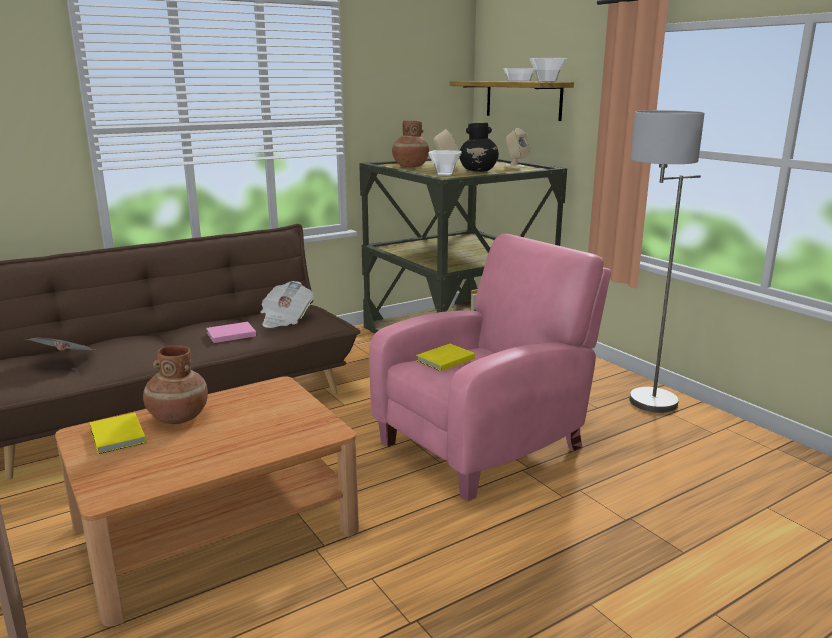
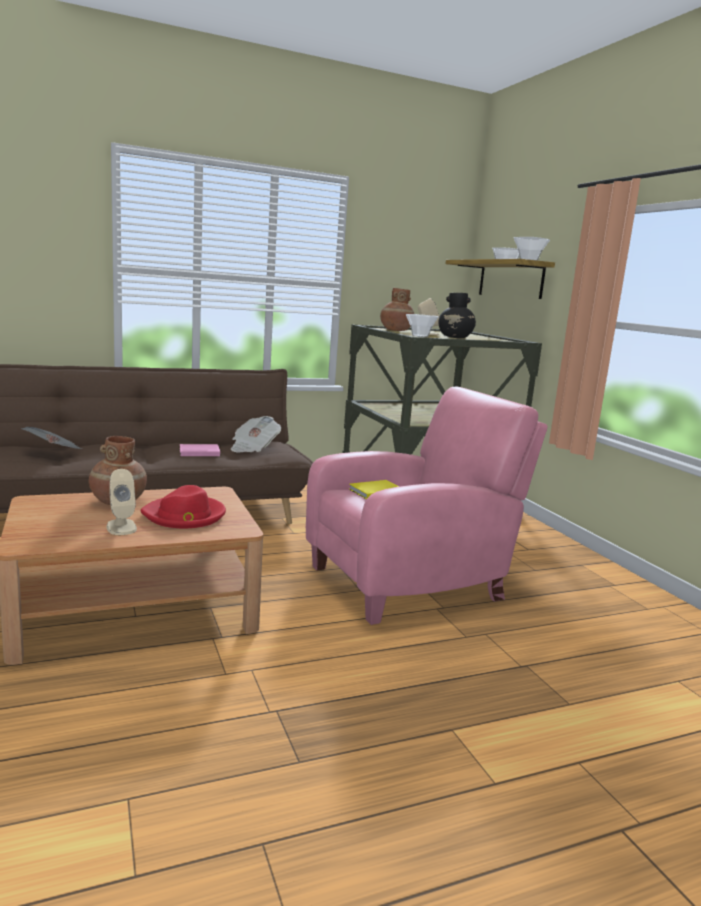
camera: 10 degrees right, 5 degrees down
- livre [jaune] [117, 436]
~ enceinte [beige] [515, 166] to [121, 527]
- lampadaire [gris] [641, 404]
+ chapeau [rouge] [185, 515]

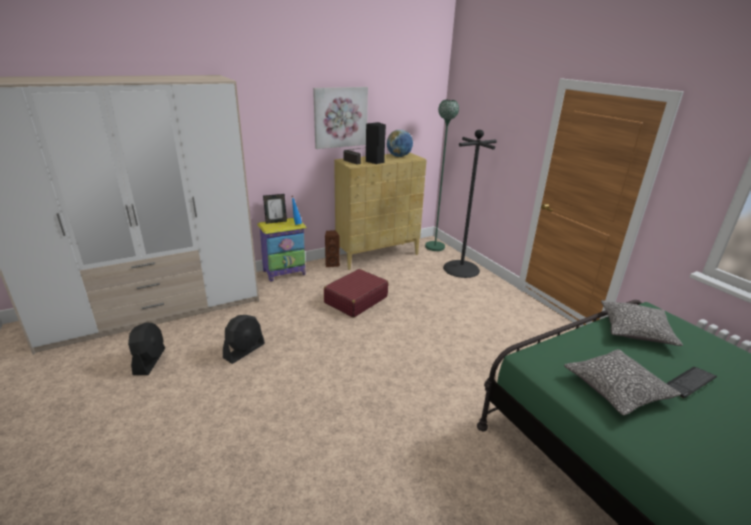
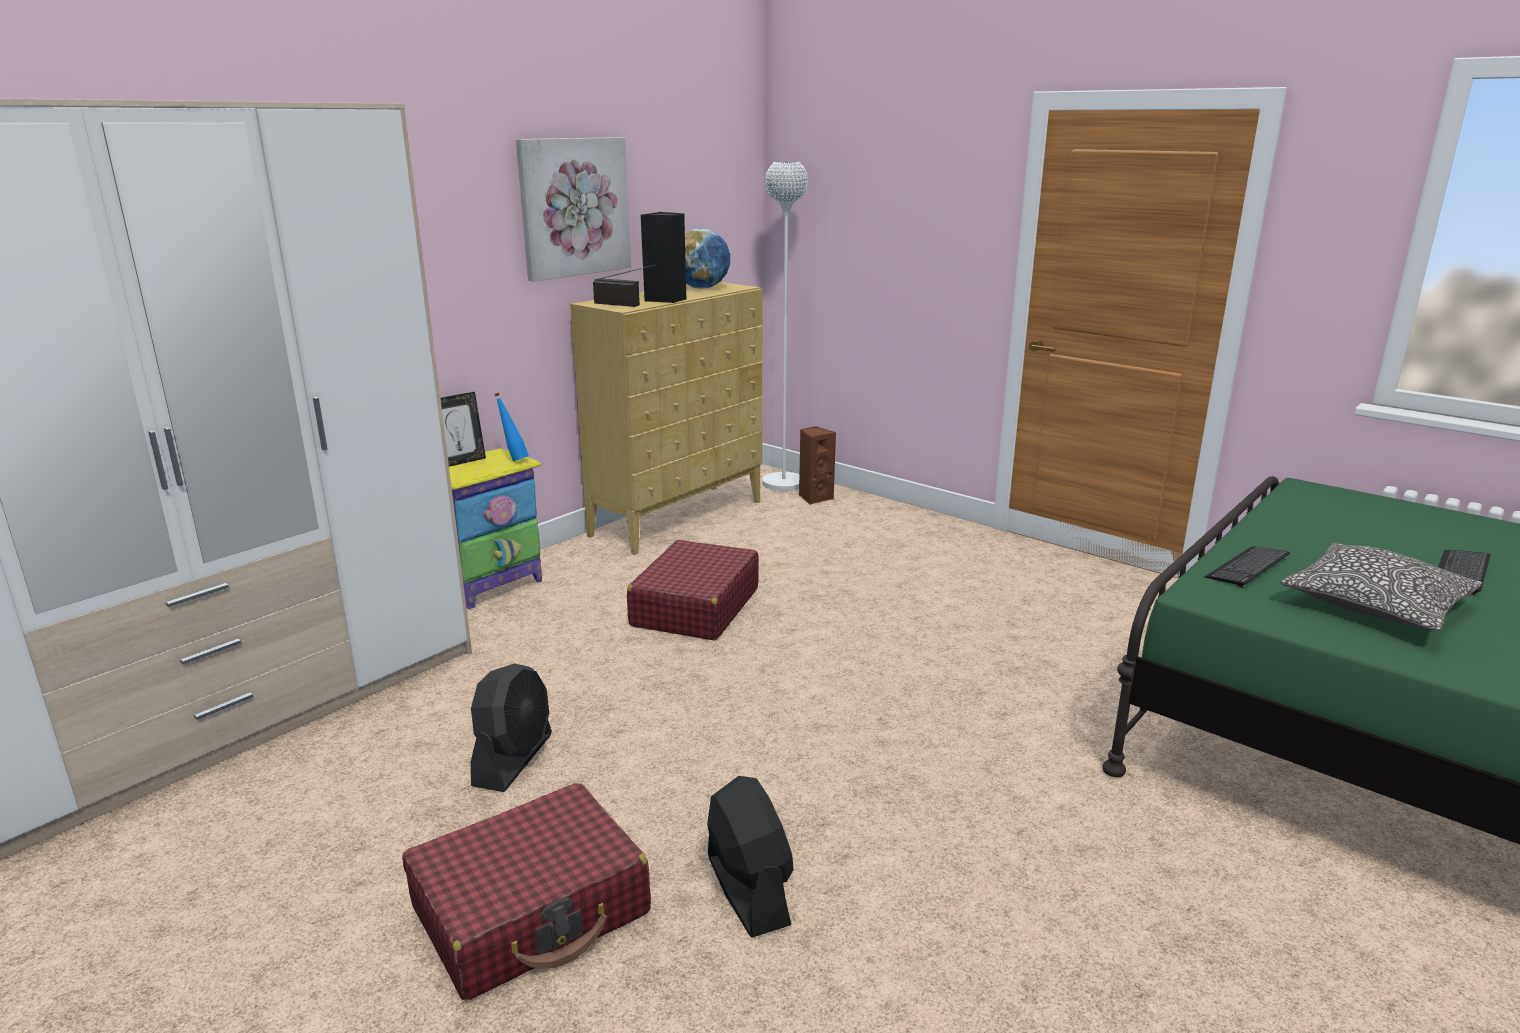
camera: 20 degrees left, 5 degrees down
~ ventilateur [noir] [150, 361] to [747, 889]
~ enceinte [marron] [332, 264] to [814, 498]
~ lampadaire [vert] [435, 247] to lampadaire [blanc] [784, 483]
- portant [noir] [461, 269]
- coussin [635, 330]
+ valise [rouge] [532, 910]
+ clavier [1247, 568]

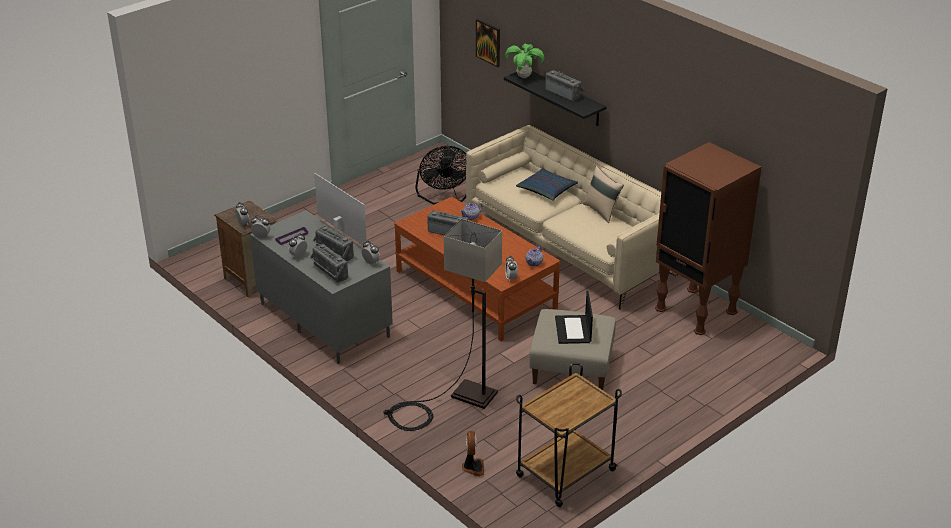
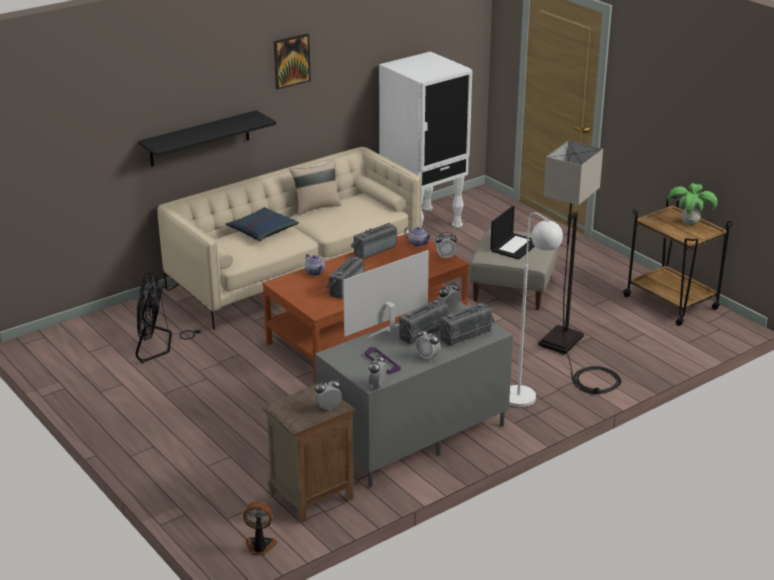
camera: 85 degrees left, 5 degrees down
~ ventilateur [472, 467] to [260, 547]
~ tableau [488, 42] to [291, 61]
~ plante en pot [523, 77] to [690, 223]
~ radio [564, 93] to [373, 250]
~ ordinateur portable [573, 330] = [515, 246] 60 degrees counterclockwise
~ meuble de rangement [marron] [695, 311] to meuble de rangement [blanc] [424, 223]
+ lampadaire [blanc] [525, 403]

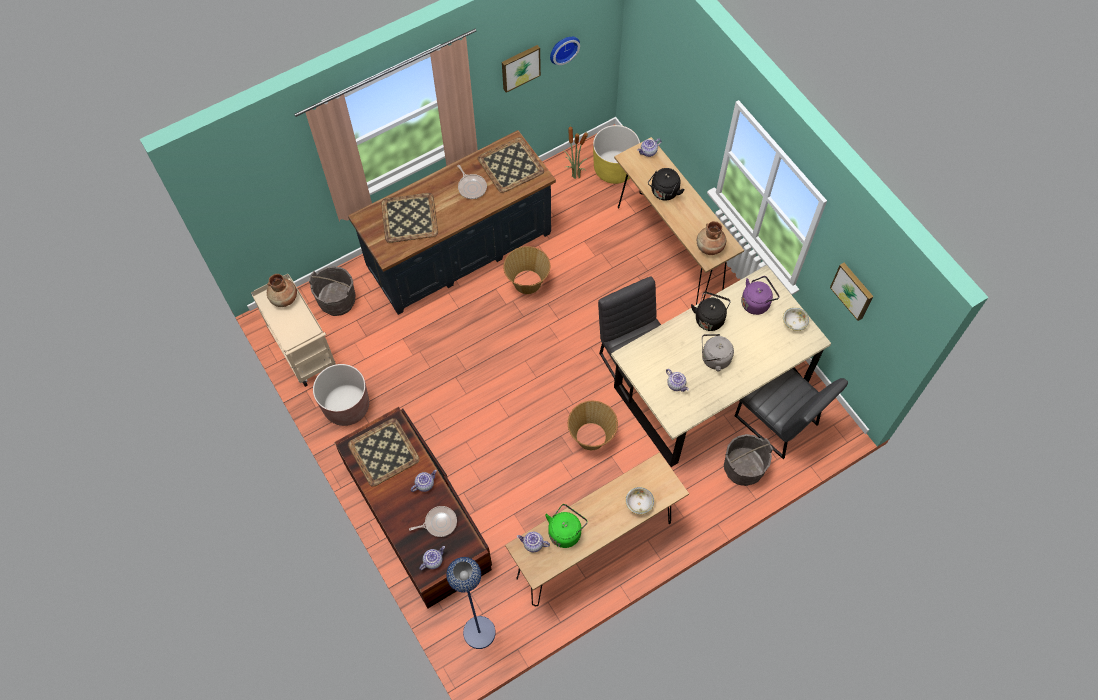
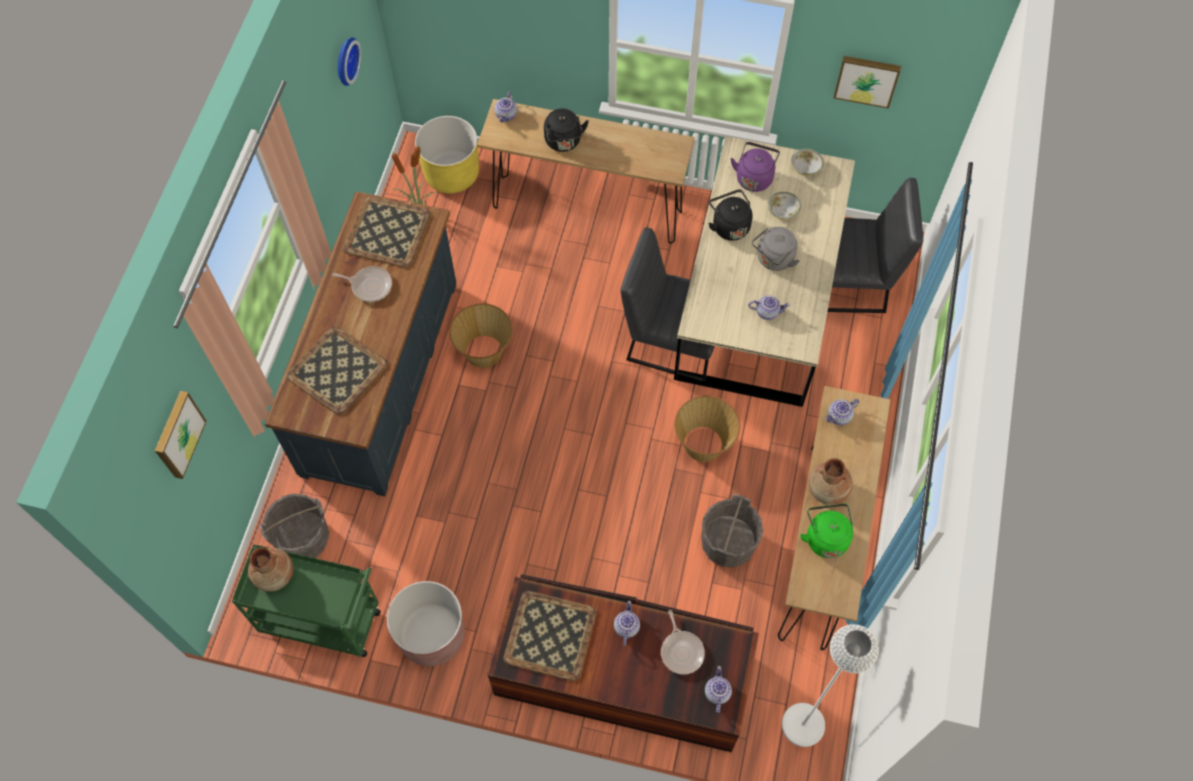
camera: 45 degrees left, 0 degrees up
~ chariot [beige] [305, 353] to chariot [vert] [326, 623]
~ poêle [439, 523] = [681, 651] 135 degrees clockwise
~ lampadaire [bleu] [479, 632] to lampadaire [blanc] [802, 724]
~ tableau [520, 67] to [177, 434]
~ théière [533, 544] to [839, 417]
~ bol [639, 503] to [783, 211]
~ vase [marron] [709, 247] to [827, 490]
~ seau [gris] [743, 468] to [727, 544]

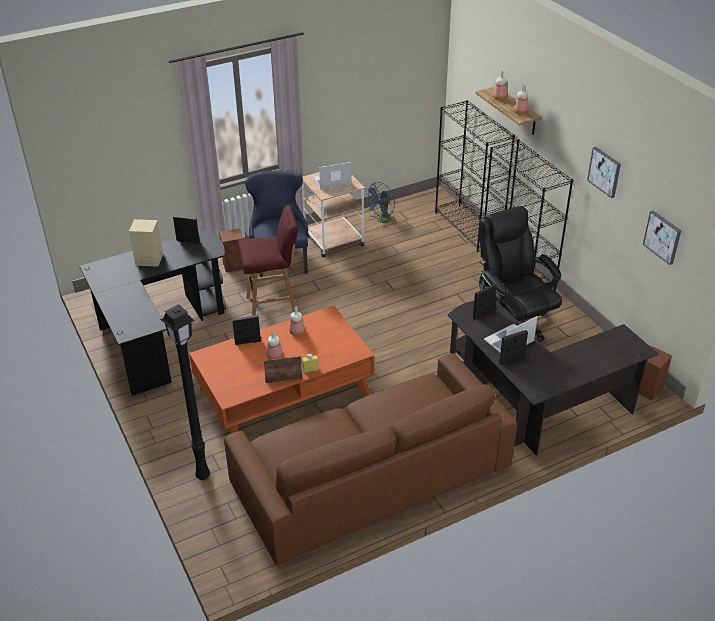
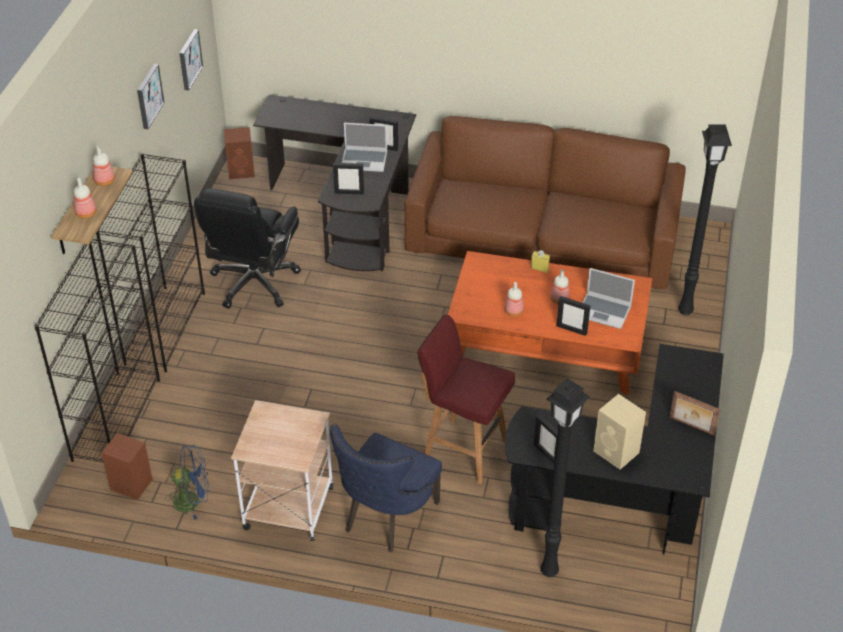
camera: 140 degrees left, 5 degrees up
~ enceinte [marron] [235, 265] to [130, 484]
~ cadre photo [283, 380] to [691, 426]
~ ordinateur portable [332, 182] to [604, 311]
+ lampadaire [noir] [549, 572]

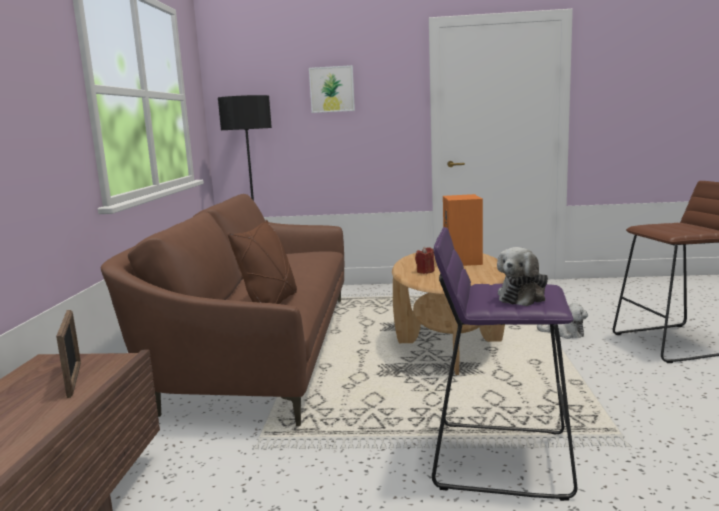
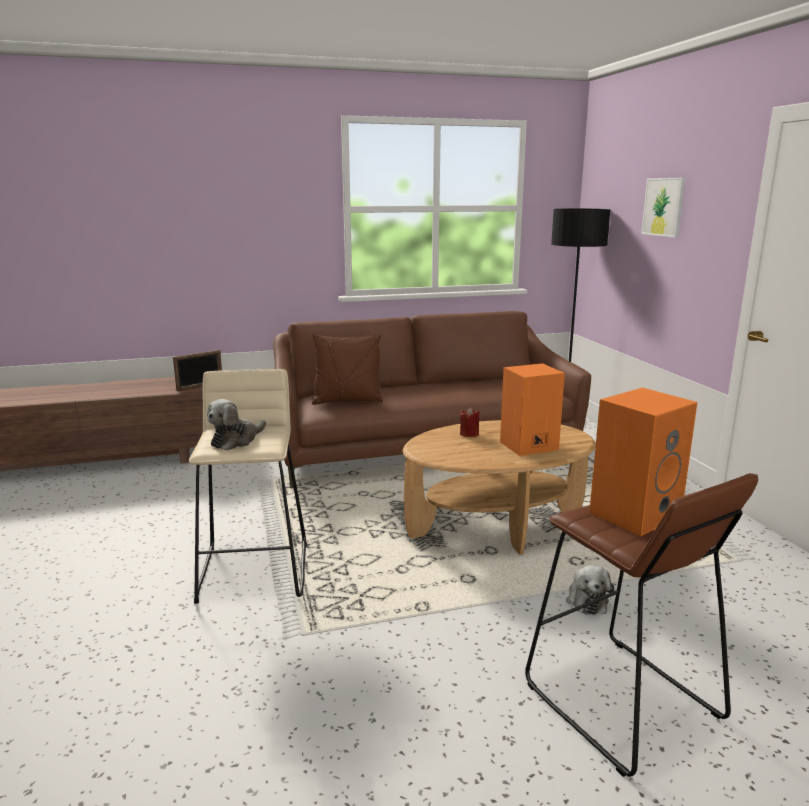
camera: 70 degrees right, 5 degrees up
~ tabouret [violet] [500, 458] to tabouret [beige] [255, 571]
~ peluche [523, 296] = [236, 440] 75 degrees counterclockwise
+ enceinte [orange] [634, 513]

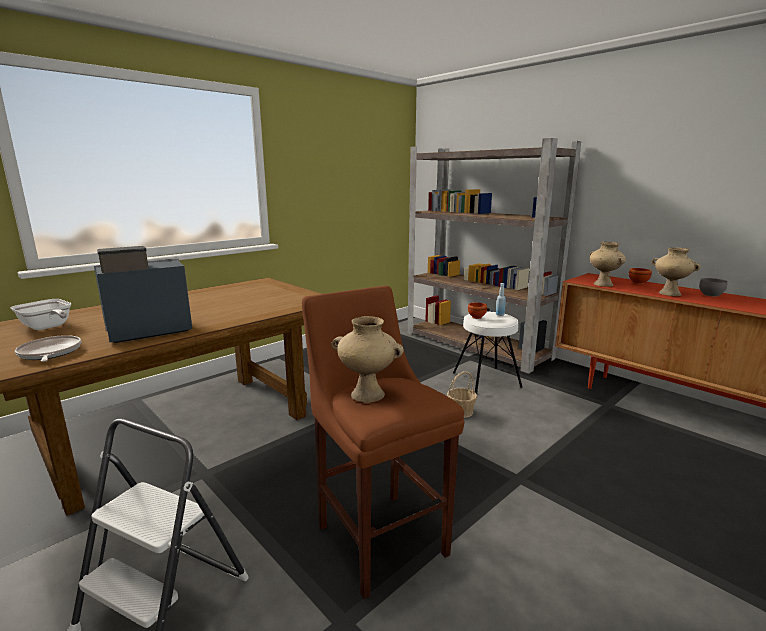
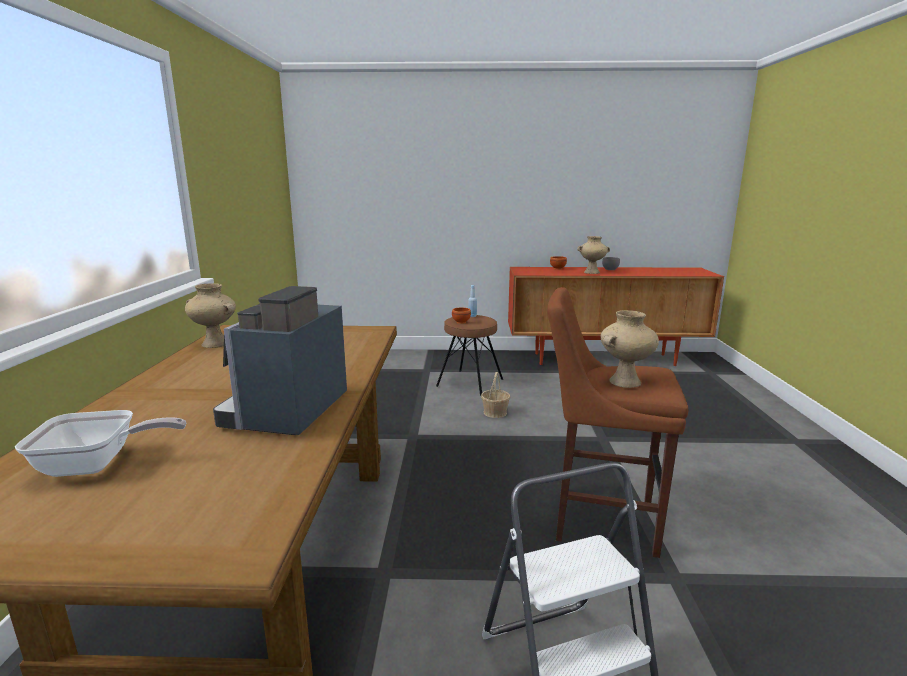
camera: 45 degrees left, 0 degrees up
- poêle [49, 353]
- bibliothèque [marron] [476, 345]
~ tabouret [blanc] [486, 380] to tabouret [marron] [470, 382]
~ vase [beige] [604, 284] to [216, 344]

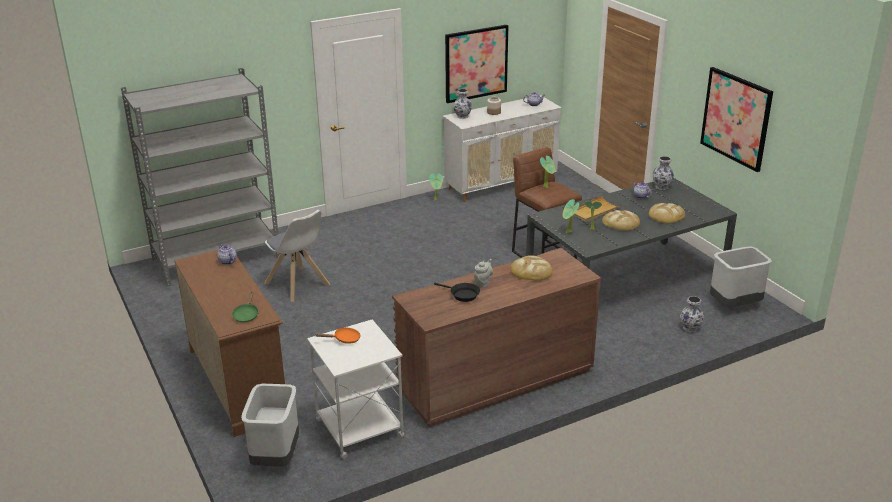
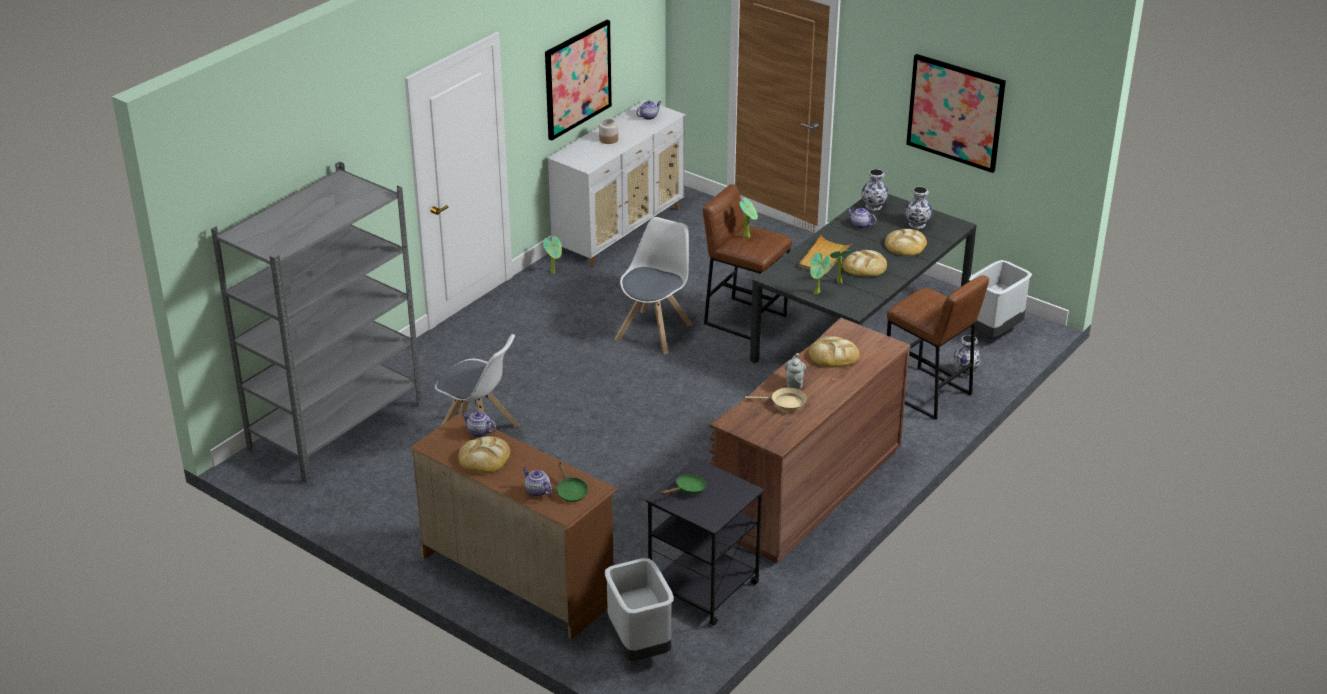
camera: 25 degrees left, 5 degrees up
~ chariot [blanc] [358, 429] to chariot [noir] [702, 588]
~ poêle [orange] [344, 339] to poêle [vert] [688, 489]
~ poêle [noir] [462, 295] to poêle [beige] [785, 403]
~ vase [462, 116] to [916, 224]
+ pain [484, 458]
+ théière [537, 491]
+ chaise [655, 330]
+ tabouret [marron] [928, 394]

